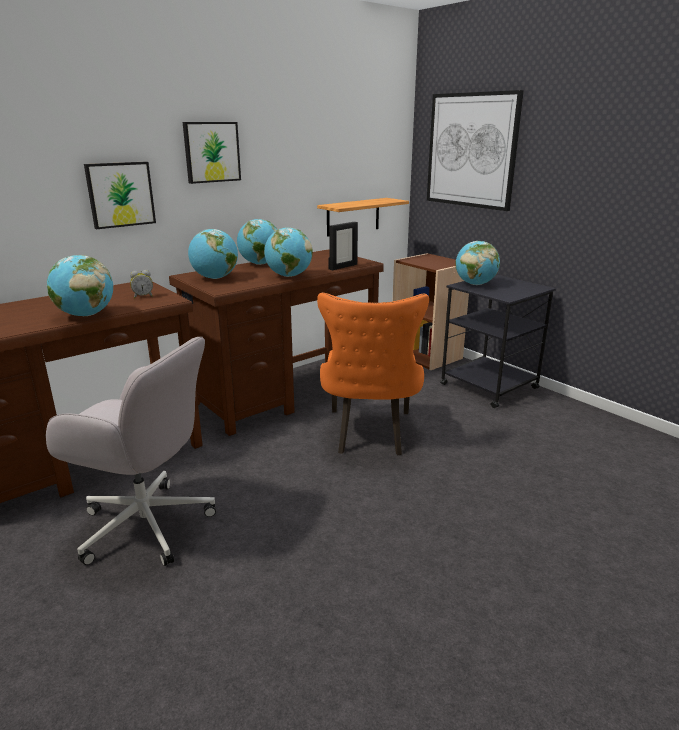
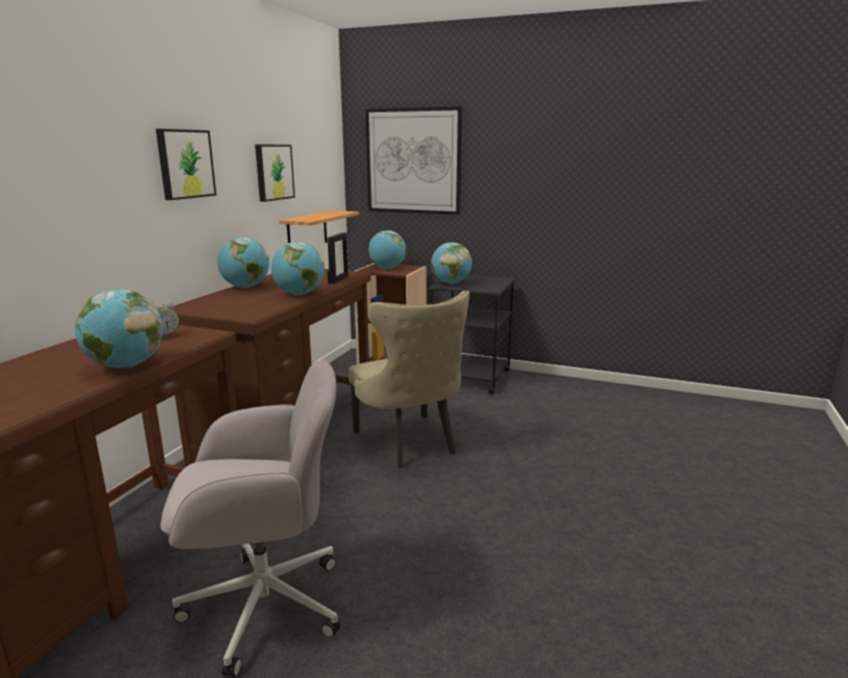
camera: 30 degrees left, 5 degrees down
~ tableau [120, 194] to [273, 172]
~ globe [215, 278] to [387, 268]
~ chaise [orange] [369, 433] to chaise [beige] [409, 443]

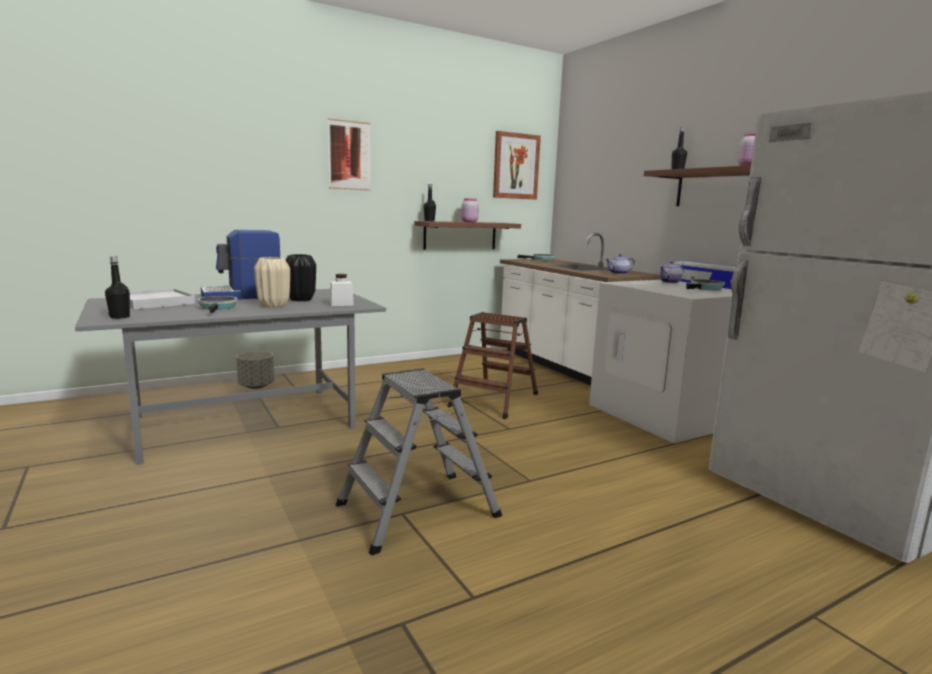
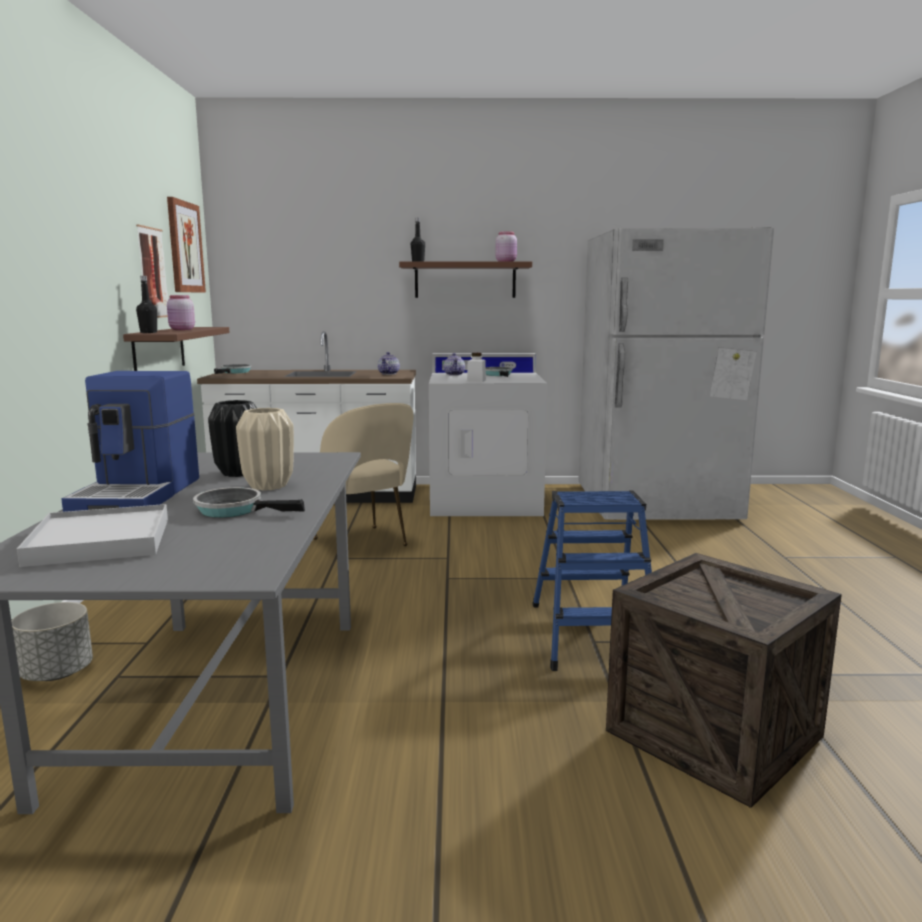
camera: 60 degrees left, 0 degrees up
- bouteille [noir] [120, 317]
~ tableau [349, 155] to [153, 273]
~ bocal [blanc] [341, 304] to [476, 381]
~ escabeau [gris] [418, 510] to escabeau [bleu] [591, 633]
~ escabeau [marron] [494, 399] to chaise [beige] [363, 545]
+ caisse [713, 733]

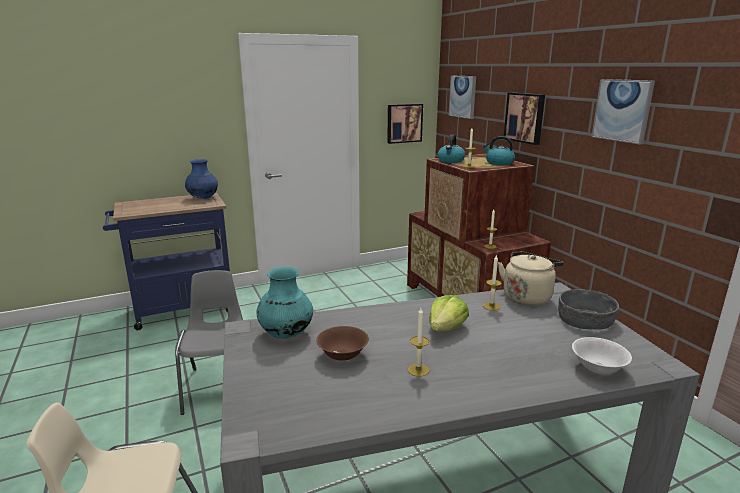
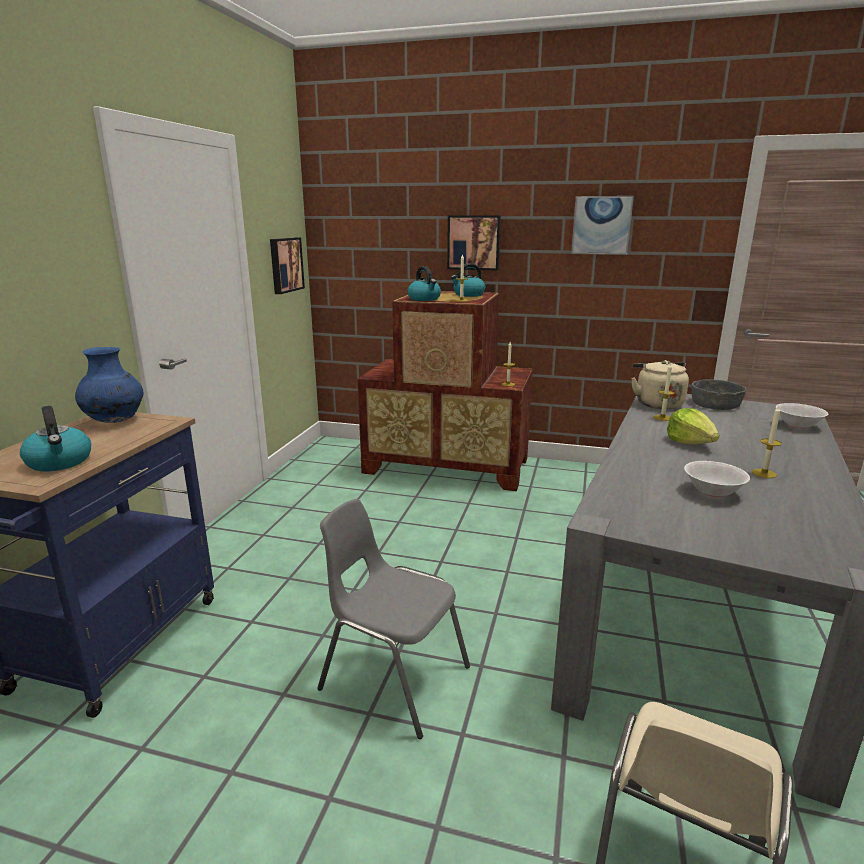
camera: 50 degrees left, 0 degrees up
- vase [turquoise] [286, 333]
~ bol [marron] [342, 355] to bol [blanc] [712, 492]
- tableau [462, 96]
+ bouilloire [60, 462]

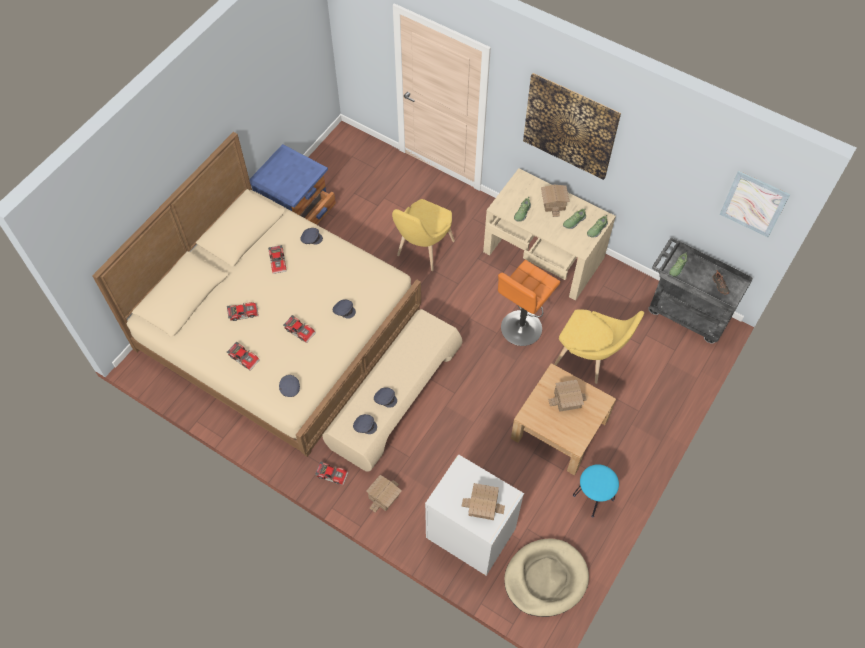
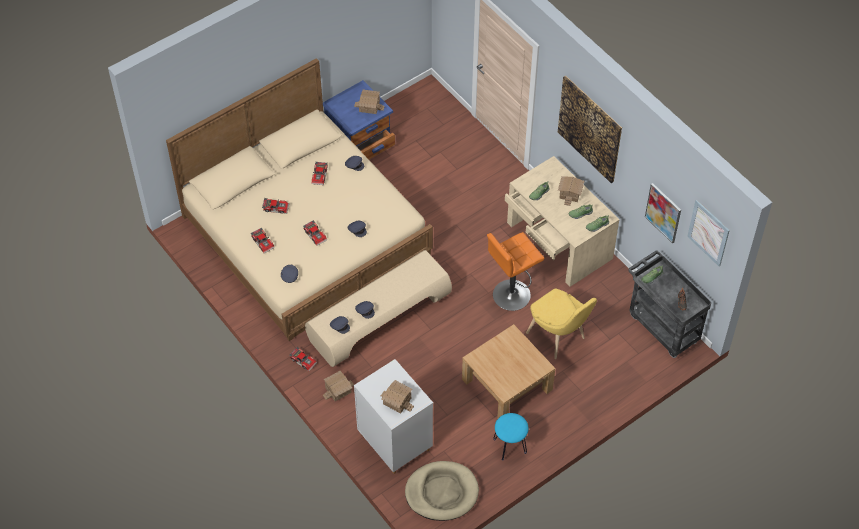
camera: 20 degrees right, 5 degrees down
- chaise [jaune] [422, 251]
~ maison miniature [567, 399] to [369, 106]
+ tableau [663, 212]

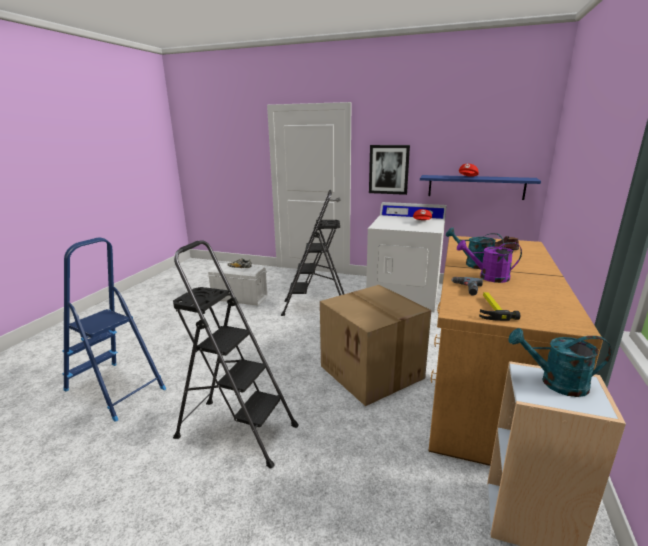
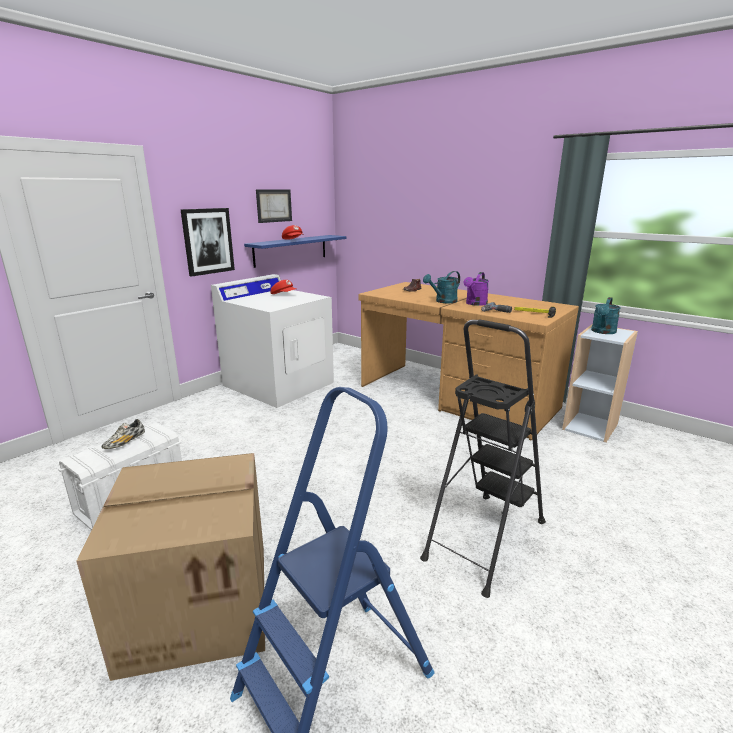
camera: 70 degrees left, 0 degrees up
- escabeau [316, 307]
~ carton [373, 372] to [201, 603]
+ tableau [274, 205]

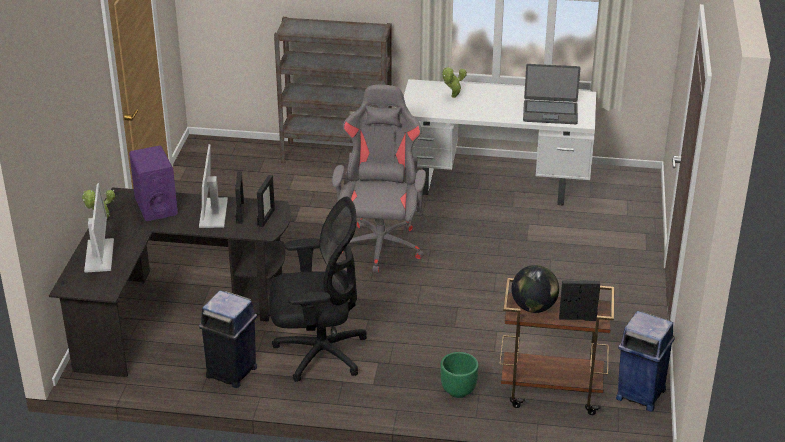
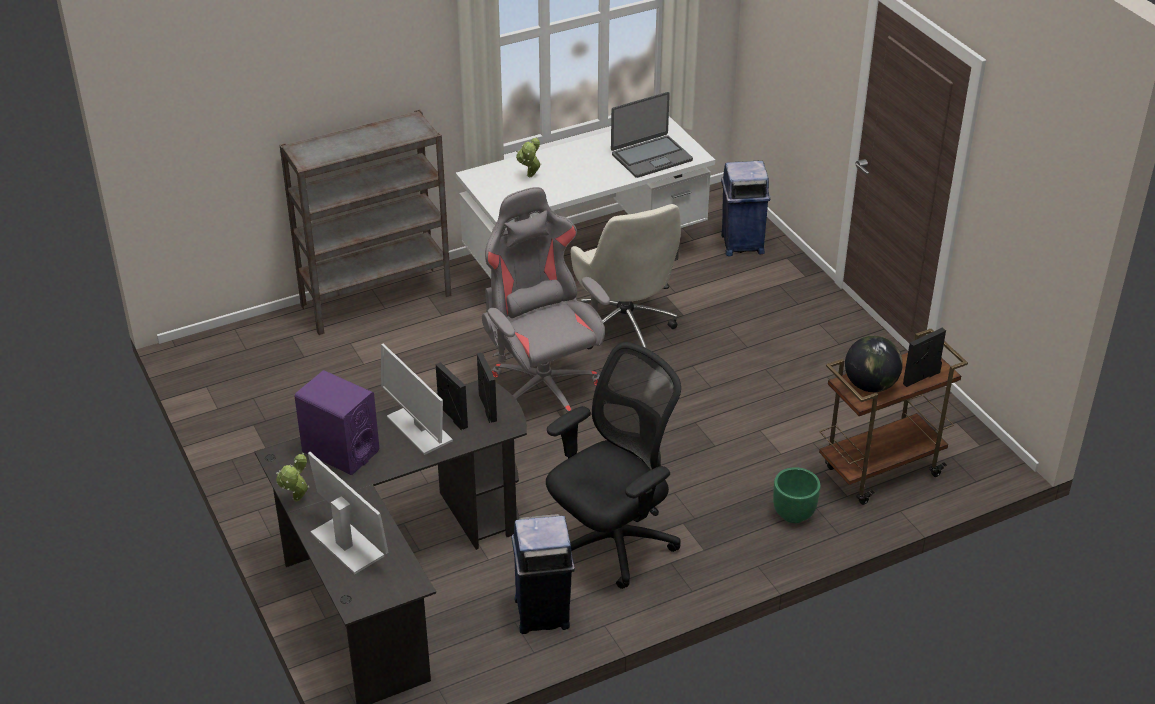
camera: 35 degrees left, 5 degrees up
~ poubelle [bleu] [639, 394] to [741, 244]
+ chaise de bureau [beige] [625, 328]

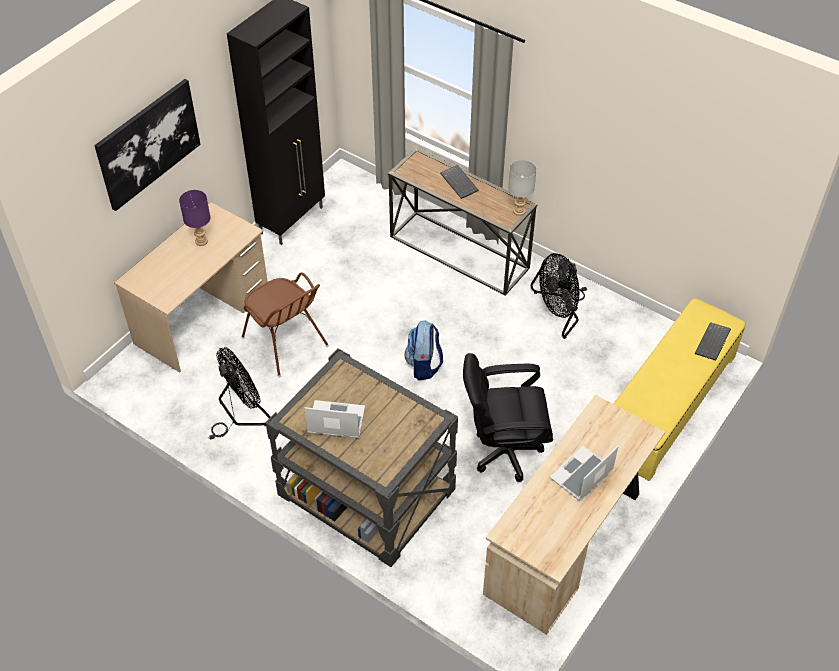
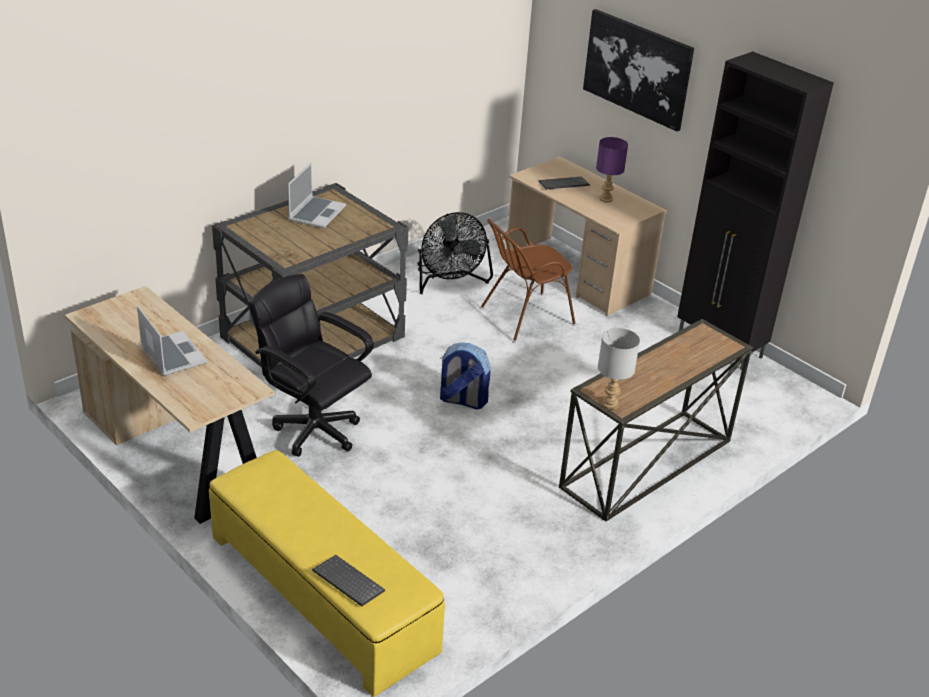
camera: 100 degrees right, 15 degrees down
~ clavier [460, 183] to [563, 185]
~ chaise de bureau [noir] [502, 454] = [312, 431] 60 degrees counterclockwise
- ventilateur [noir] [560, 309]

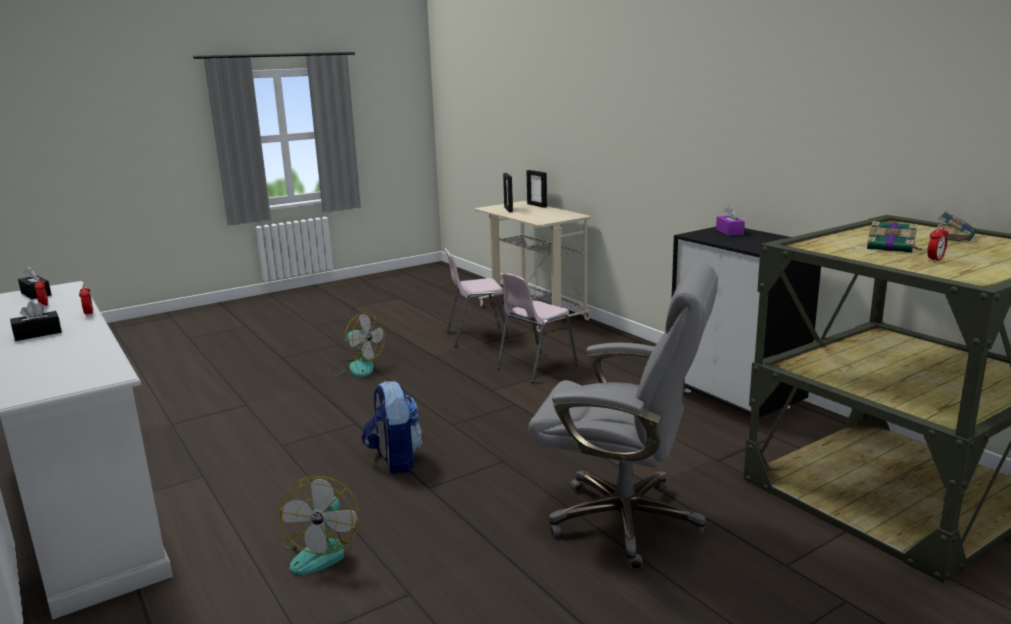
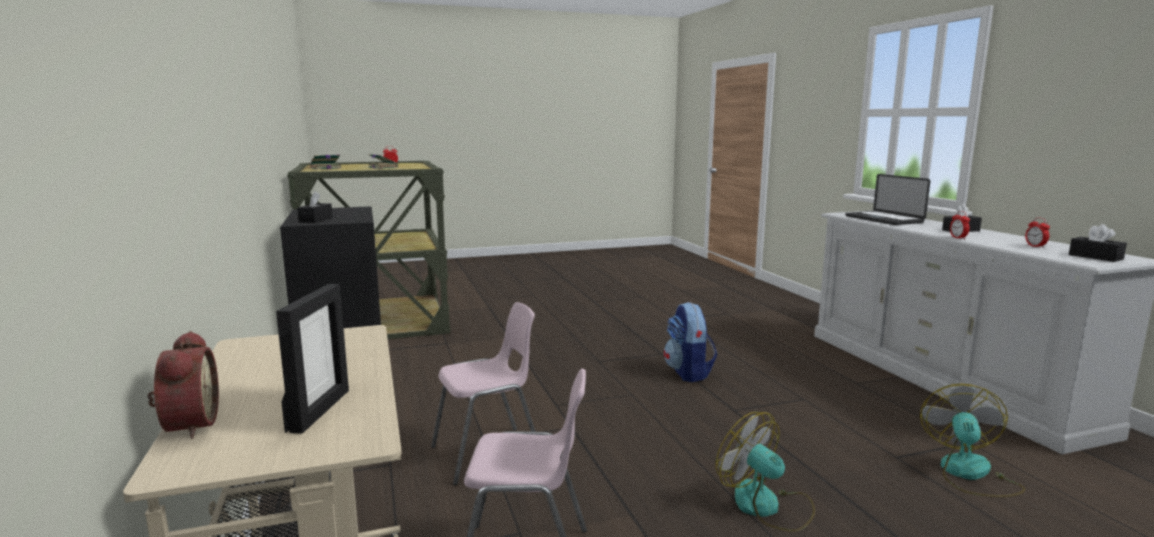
camera: 165 degrees left, 5 degrees down
~ ventilateur [322, 551] to [969, 474]
~ cadre photo [537, 205] to réveil [187, 426]
- chaise de bureau [gris] [621, 520]
~ boîte à mouchoirs [violet] [729, 232] to boîte à mouchoirs [noir] [316, 220]
+ ordinateur portable [883, 219]

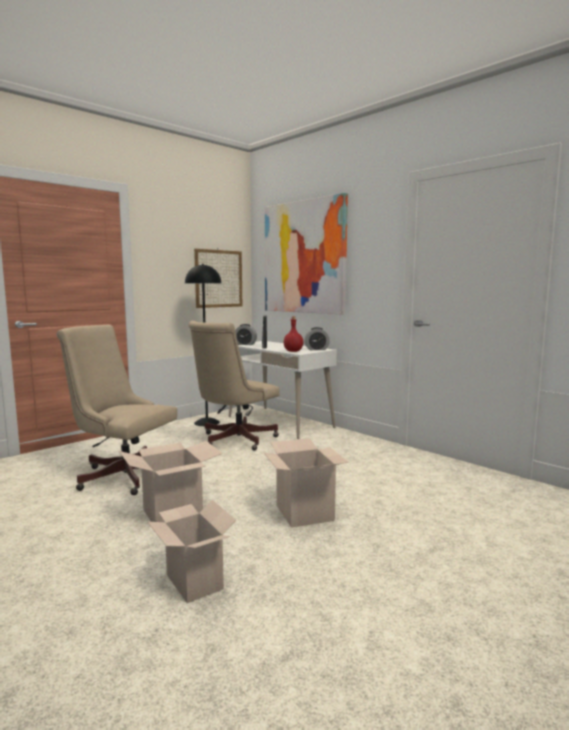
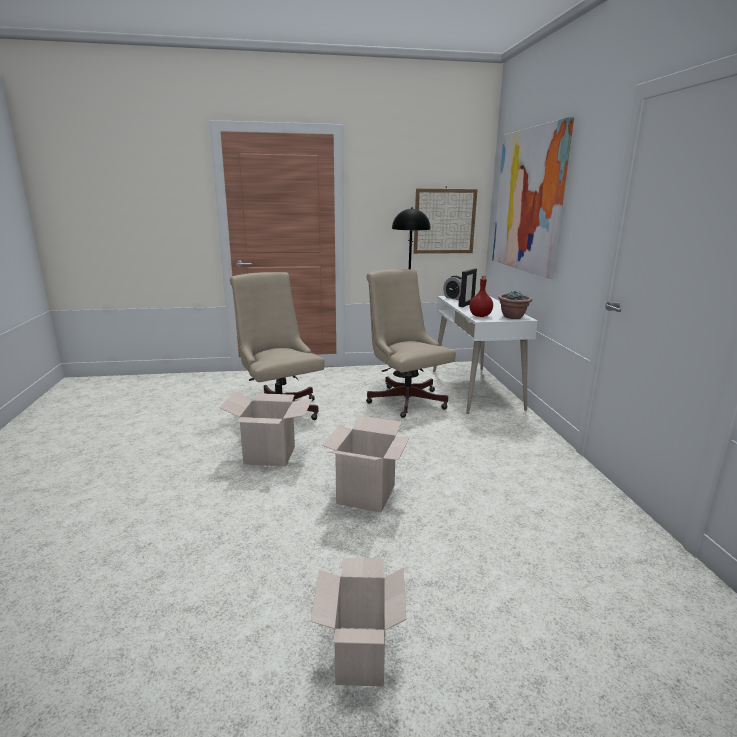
camera: 35 degrees right, 10 degrees up
~ carton [192, 581] to [358, 654]
~ chaise de bureau [beige] [234, 440] = [405, 399] 75 degrees clockwise
~ réveil [316, 349] to plante en pot [513, 317]

